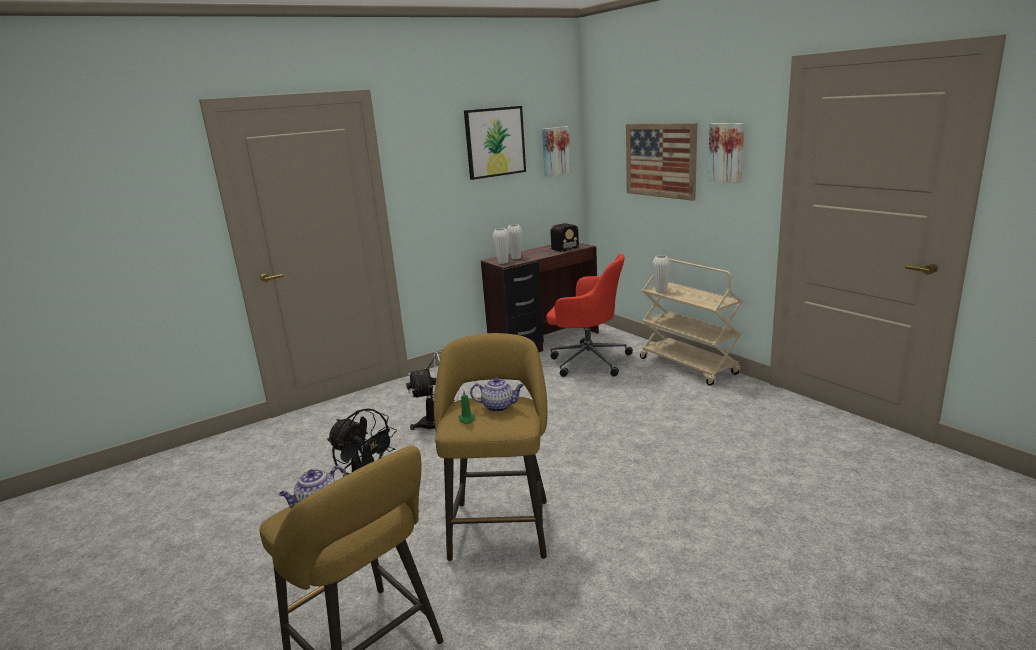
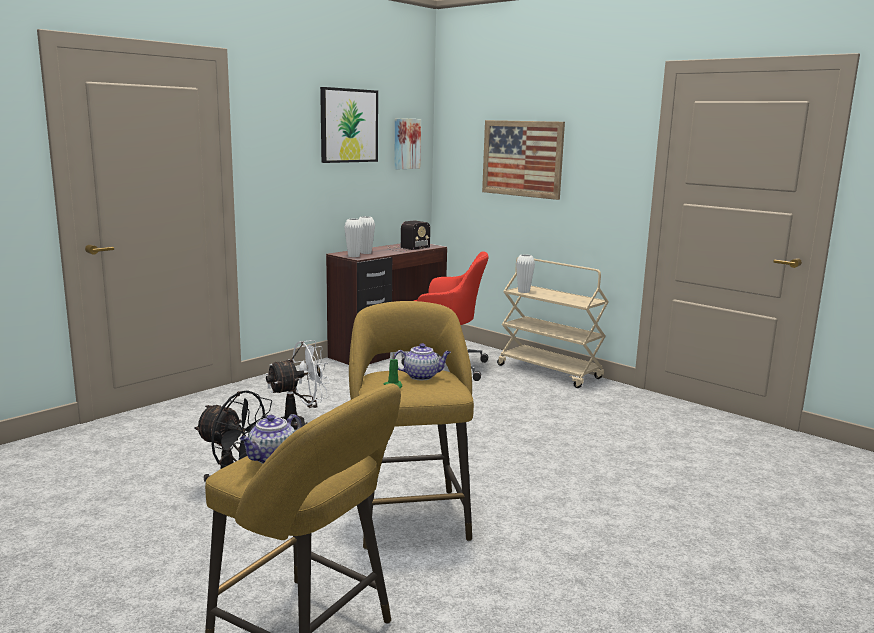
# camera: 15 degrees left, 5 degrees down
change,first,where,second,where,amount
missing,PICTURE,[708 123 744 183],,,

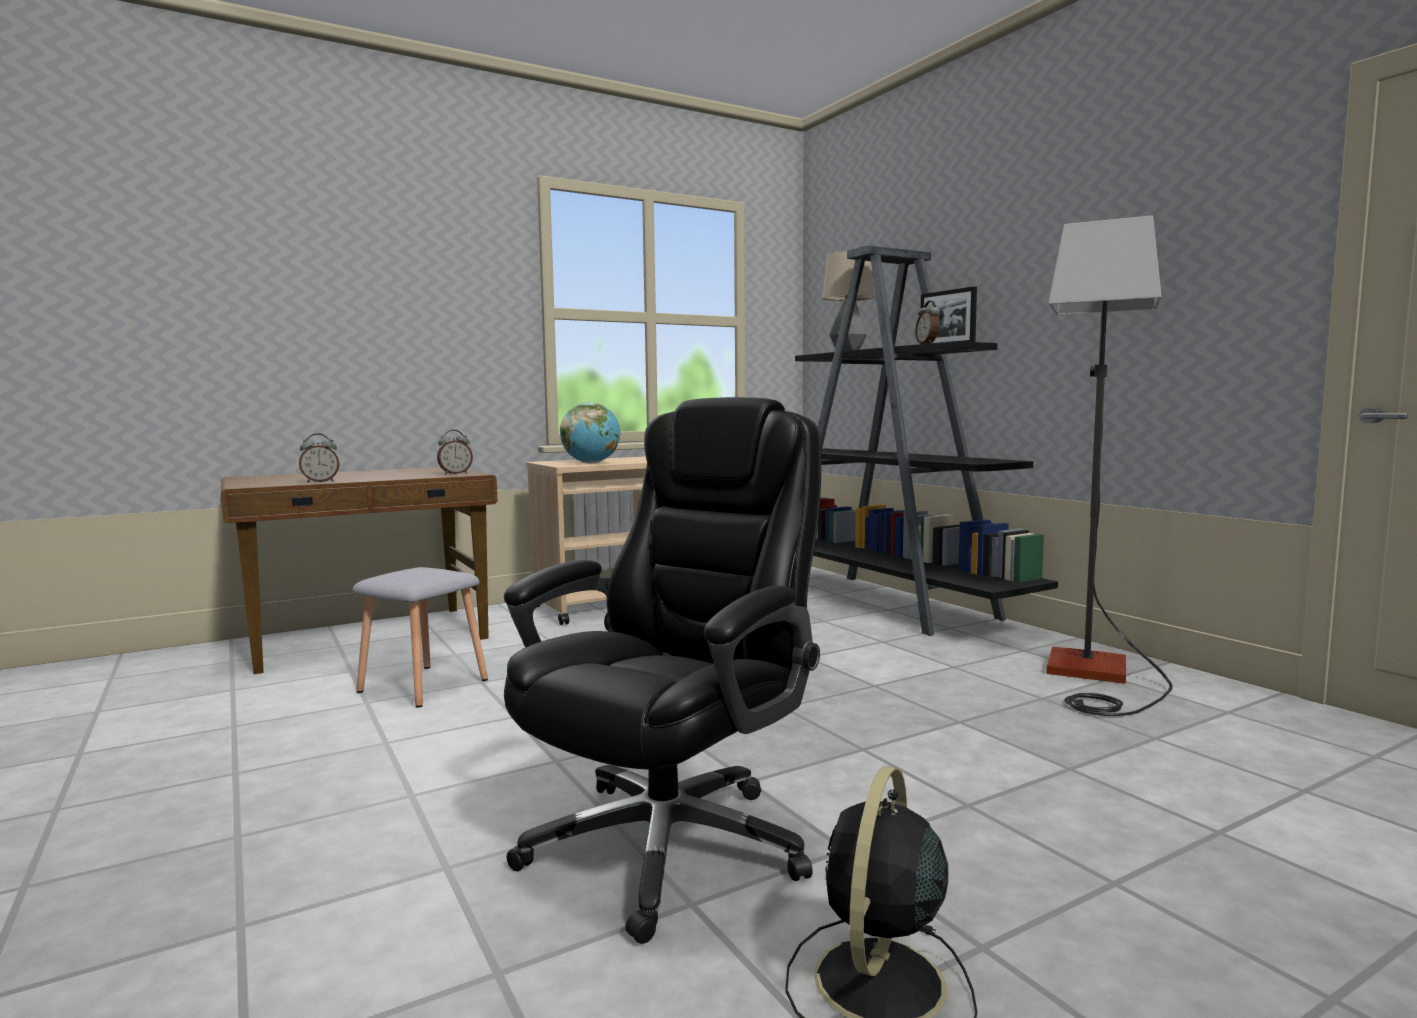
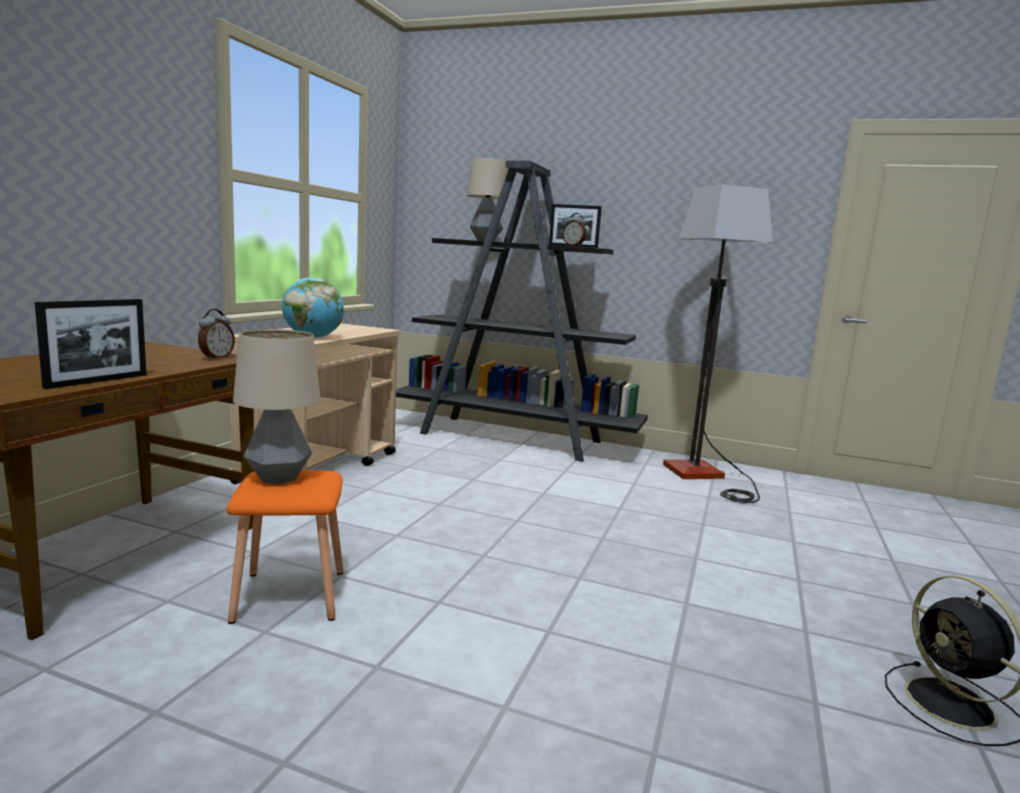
# camera: 40 degrees left, 5 degrees up
change,first,where,second,where,amount
missing,BLACK OFFICE CHAIR,[504 397 821 944],,,
exchanged,BEDSIDE CLOCK,[299 433 339 483],PHOTO FRAME,[35 299 146 389],
colour,GREYISH STOOL SEAT,[352 567 488 708],ORANGEY STOOL SEAT,[226 470 343 624],
appeared,,,TABLE LAMP,[233 329 321 485],

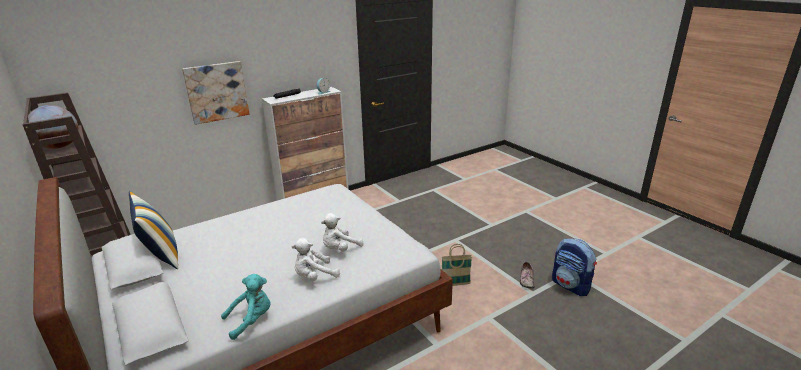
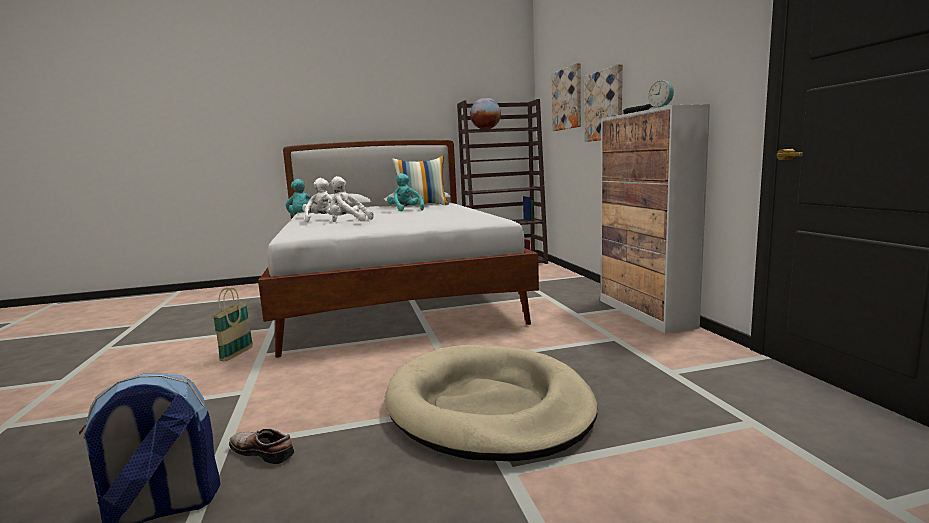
# camera: 110 degrees right, 15 degrees down
change,first,where,second,where,amount
spun,WHITE-COLOURED SOFT TOY,[321 213 364 251],,[330 176 374 221],60 degrees counterclockwise
relocated,STORAGE BASKET,[442 244 472 286],,[212 288 253 361],
appeared,,,PICTURE,[552 63 581 131],
appeared,,,TURQUOISE-COLOURED SOFT TOY,[387 173 424 211],
appeared,,,BEIGE-COLOURED DOG CUSHION,[385 345 598 461],

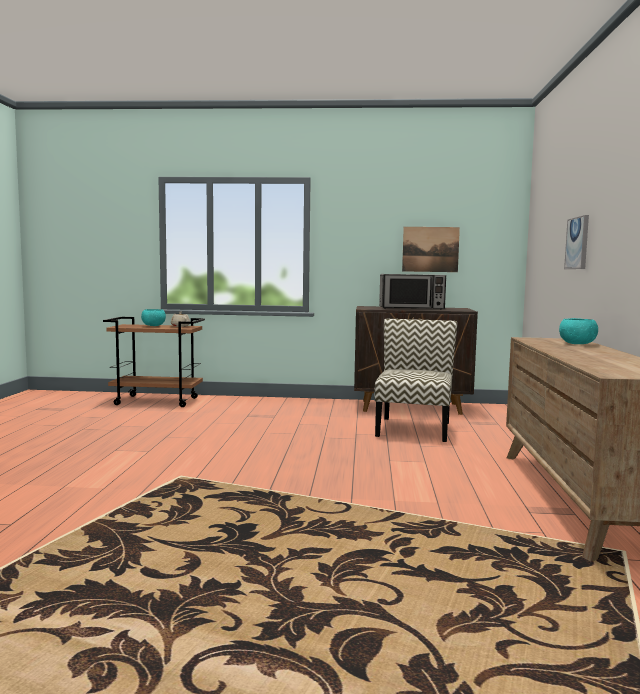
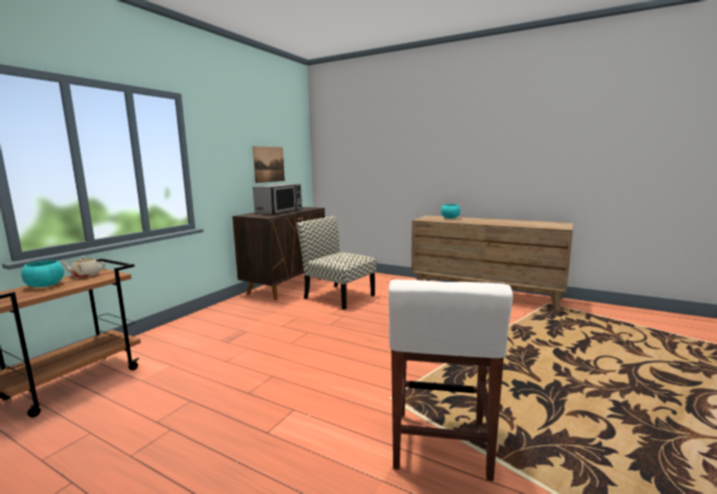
# camera: 65 degrees left, 5 degrees up
change,first,where,second,where,amount
missing,PICTURE,[564 215 589 269],,,
appeared,,,WHITE-COLOURED STOOL SEAT,[388 280 513 481],

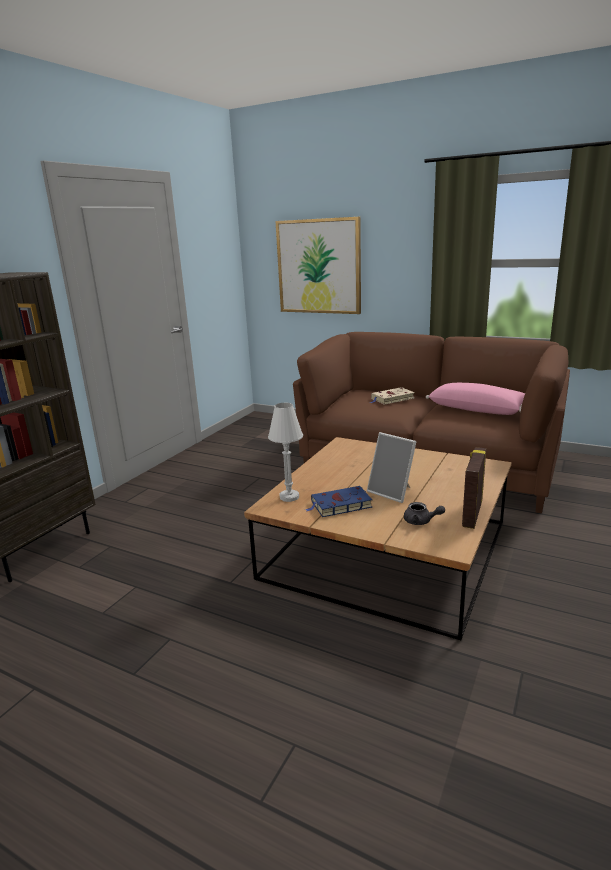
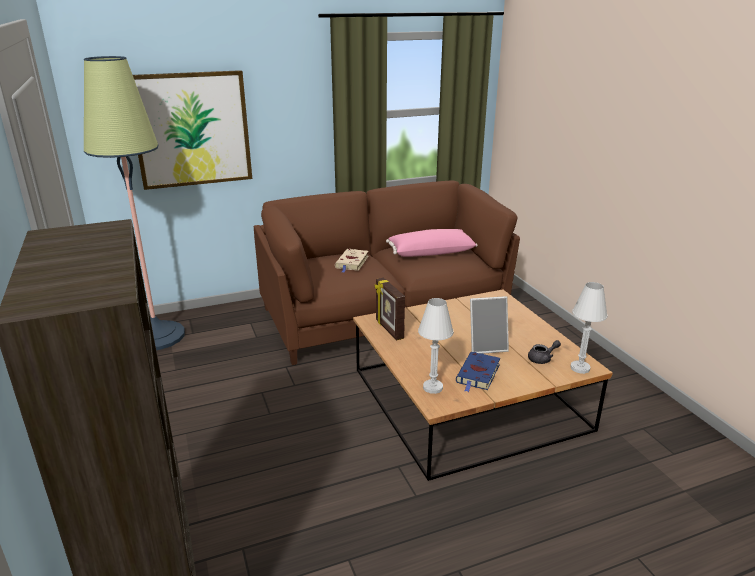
# camera: 50 degrees left, 5 degrees up
change,first,where,second,where,amount
relocated,PHOTO FRAME,[462 447 486 529],,[375 278 405 340],
appeared,,,STANDING LAMP,[84 56 185 350],
appeared,,,WHITE-COLOURED TABLE LAMP,[570 282 607 374],

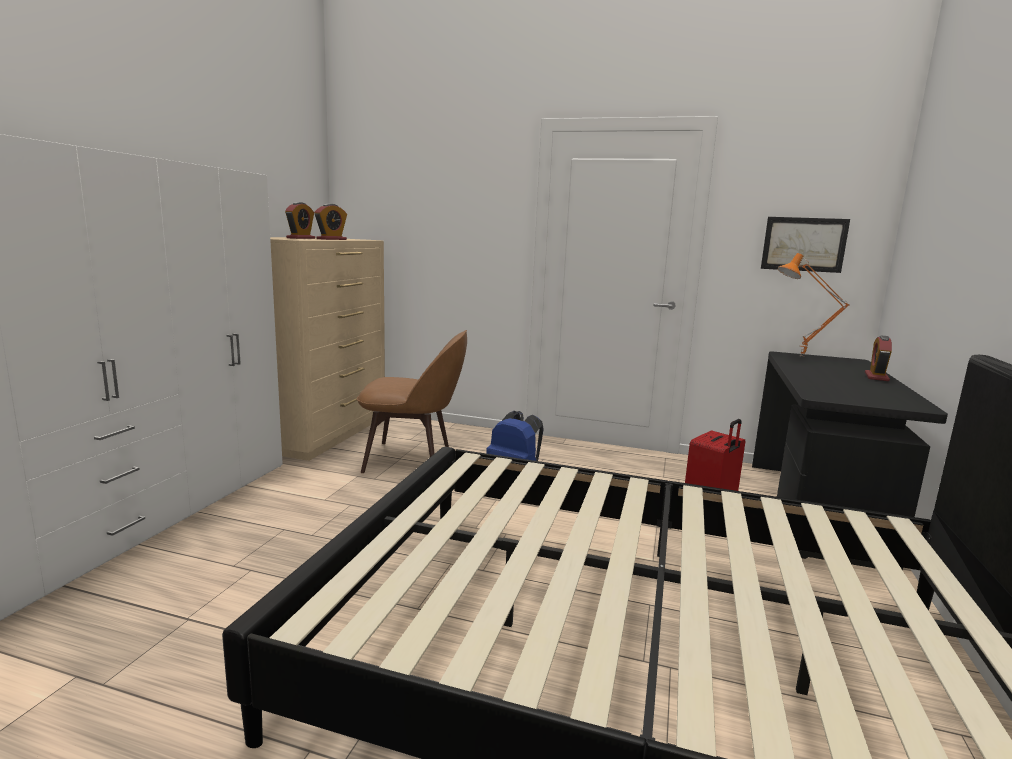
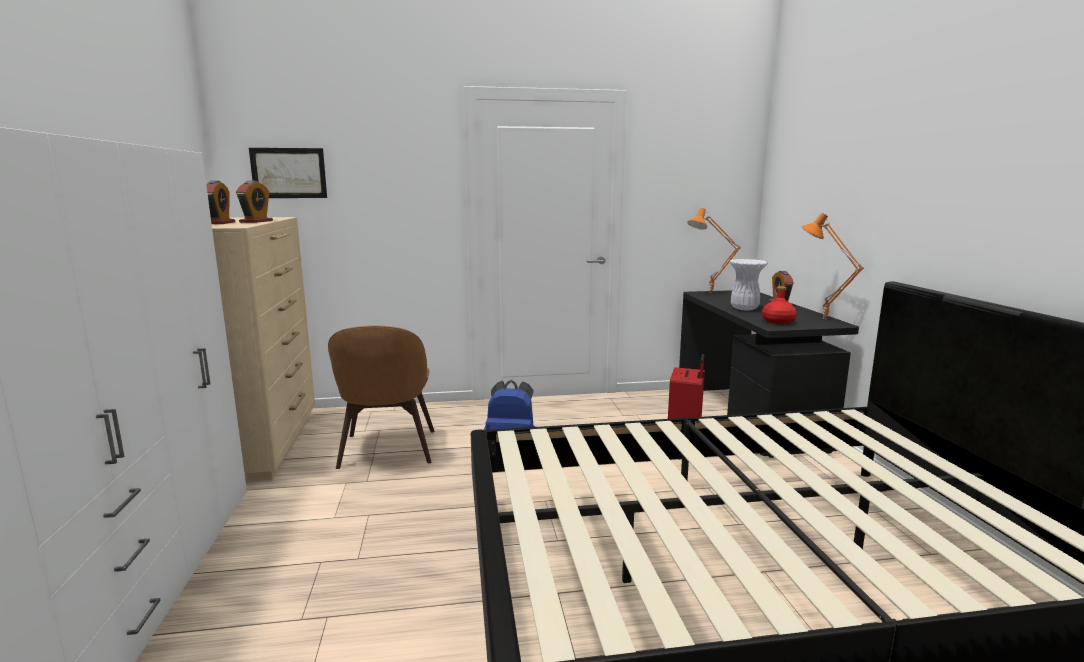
# camera: 25 degrees left, 0 degrees up
change,first,where,second,where,amount
relocated,PICTURE,[761 217 850 273],,[249 148 327 198],
spun,BROWNISH CHAIR,[357 330 467 473],,[328 325 435 469],105 degrees clockwise
appeared,,,ORANGEY TABLE LAMP,[801 213 864 319],
appeared,,,WHITE-COLOURED VASE,[729 259 768 310],
appeared,,,RED BOTTLE,[762 286 797 324],

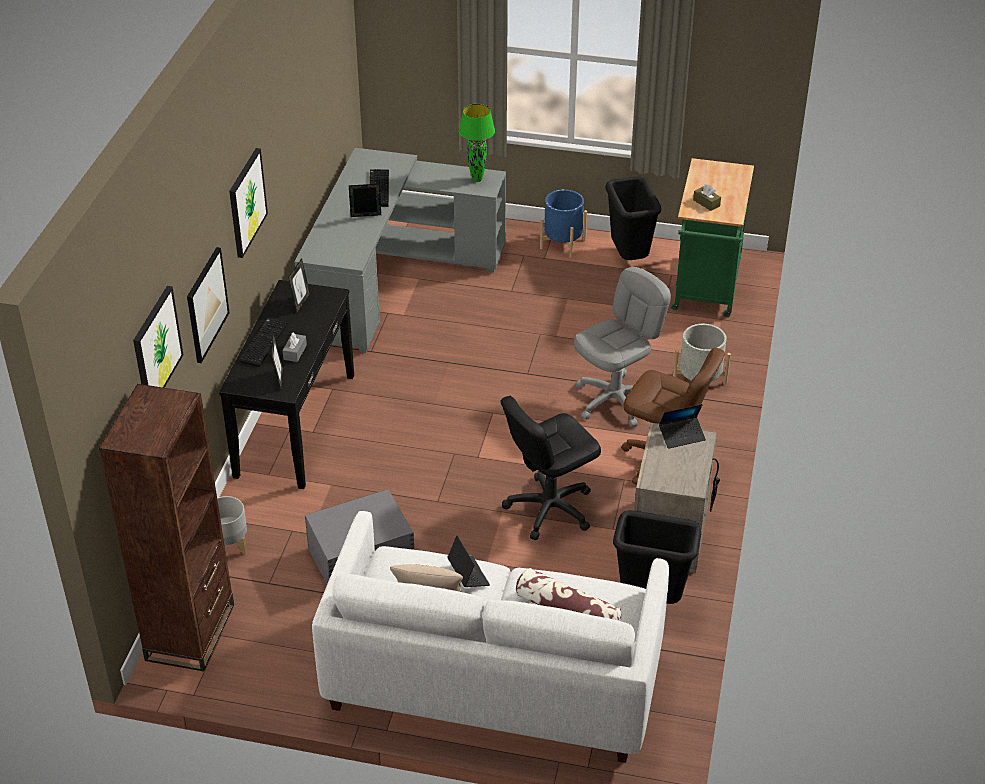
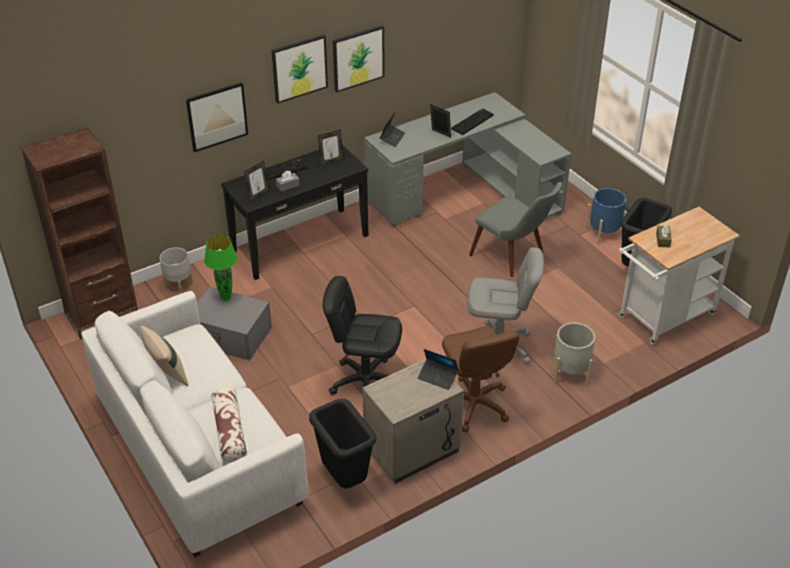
# camera: 45 degrees right, 0 degrees up
change,first,where,second,where,amount
relocated,GREEN TABLE LAMP,[459 104 495 182],,[204 235 237 301],
colour,GREEN CART,[671 158 754 317],WHITE-COLOURED CART,[618 207 740 344],
relocated,PICTURE,[133 286 183 388],,[333 26 385 93],
relocated,NOTEBOOK COMPUTER,[447 535 490 587],,[380 111 405 147],
appeared,,,GREYISH CHAIR,[469 182 562 277],

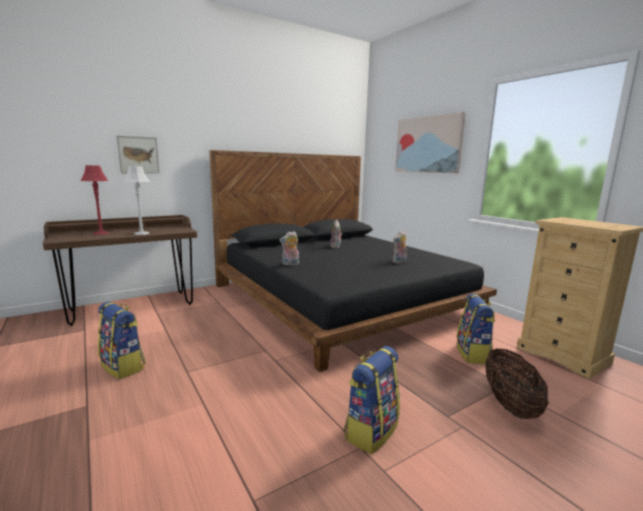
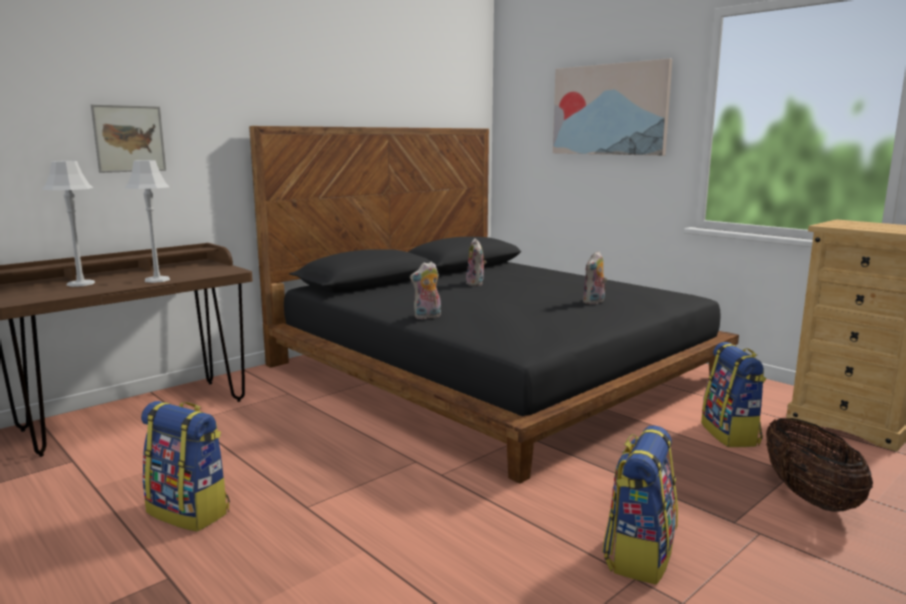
# camera: 10 degrees left, 0 degrees up
change,first,where,second,where,amount
colour,RED TABLE LAMP,[80 165 109 235],GREYISH TABLE LAMP,[42 161 95 287],

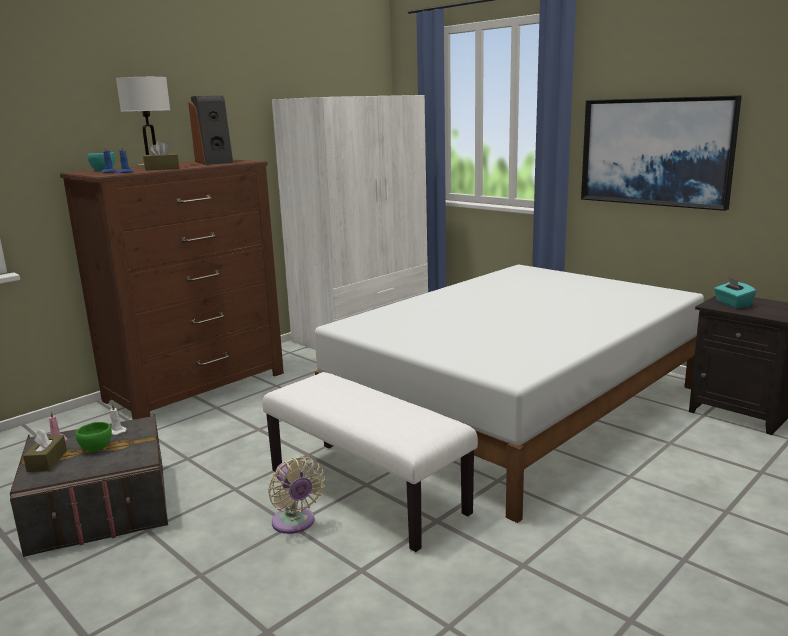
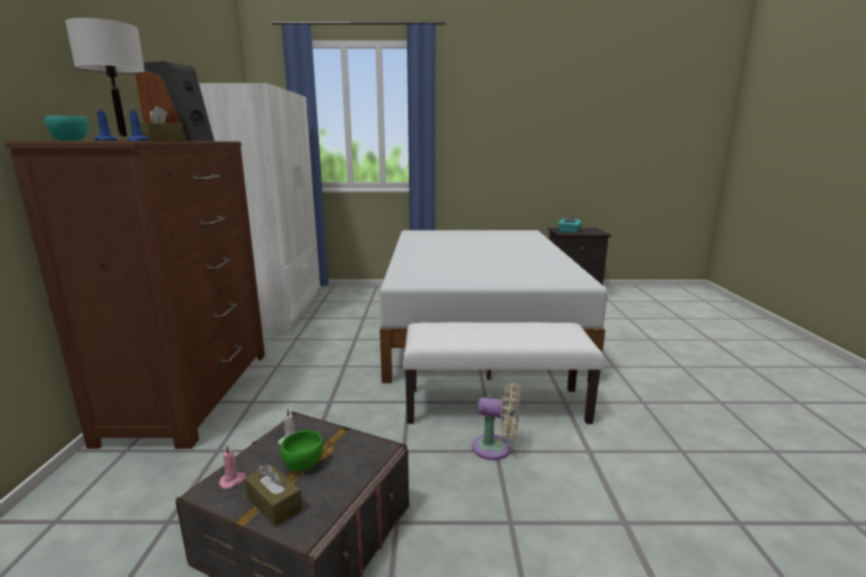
# camera: 45 degrees left, 0 degrees up
change,first,where,second,where,amount
missing,PICTURE,[581 95 742 211],,,

